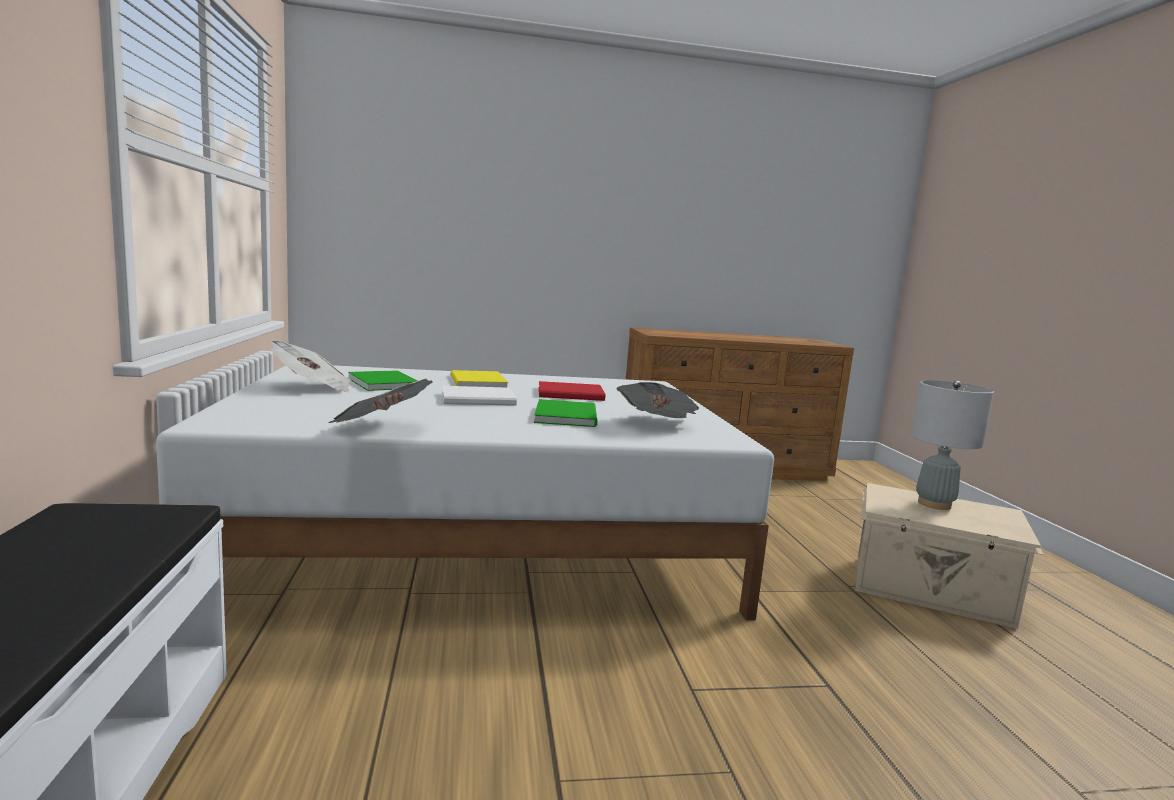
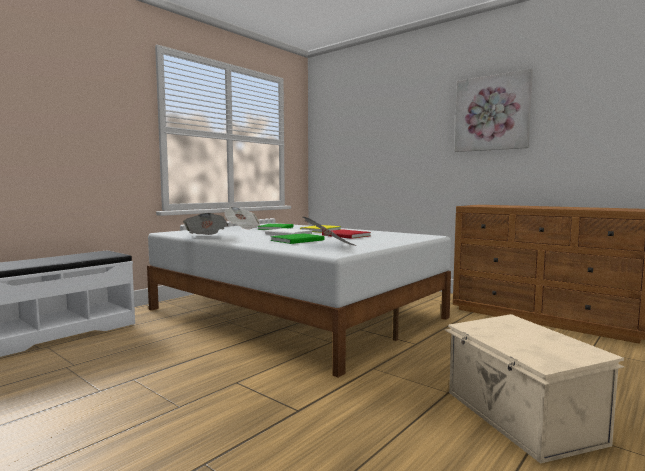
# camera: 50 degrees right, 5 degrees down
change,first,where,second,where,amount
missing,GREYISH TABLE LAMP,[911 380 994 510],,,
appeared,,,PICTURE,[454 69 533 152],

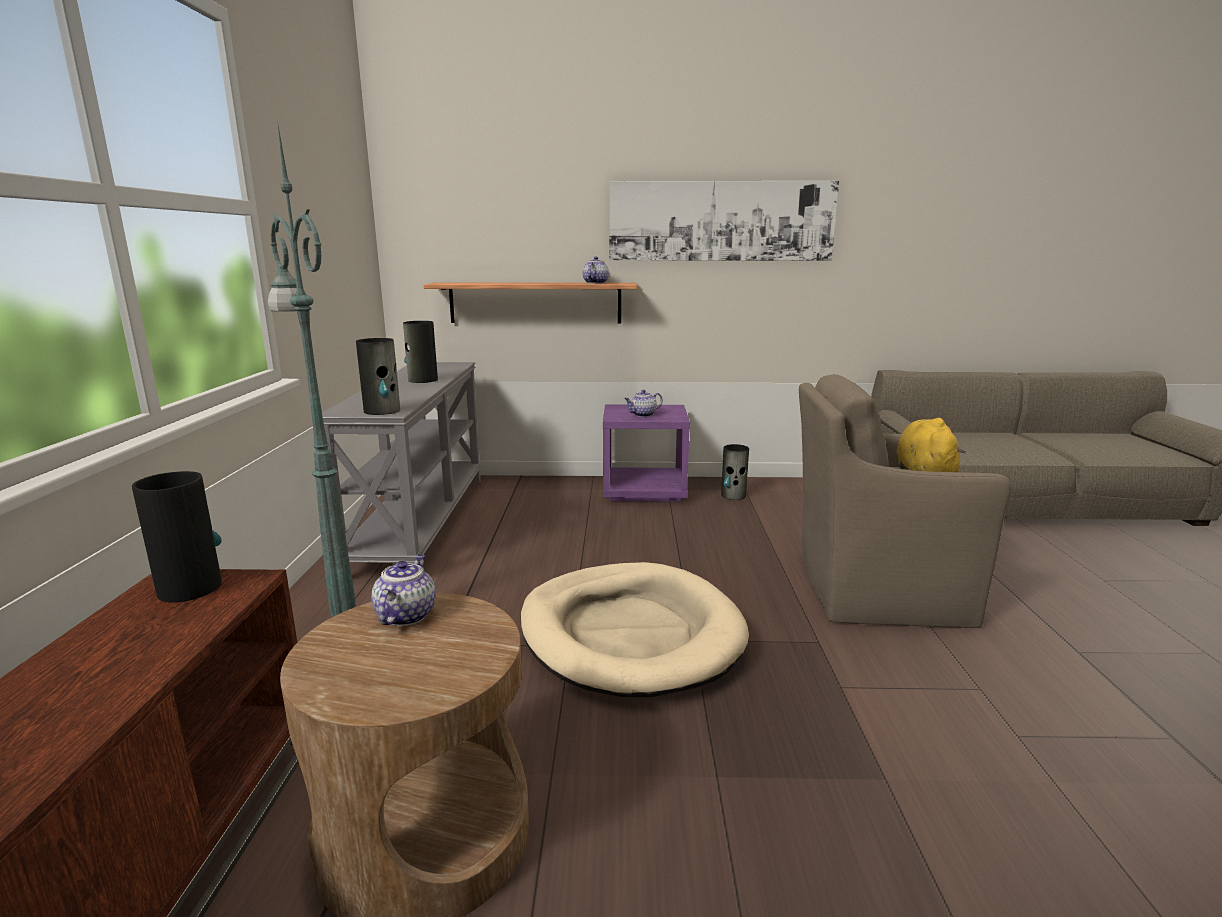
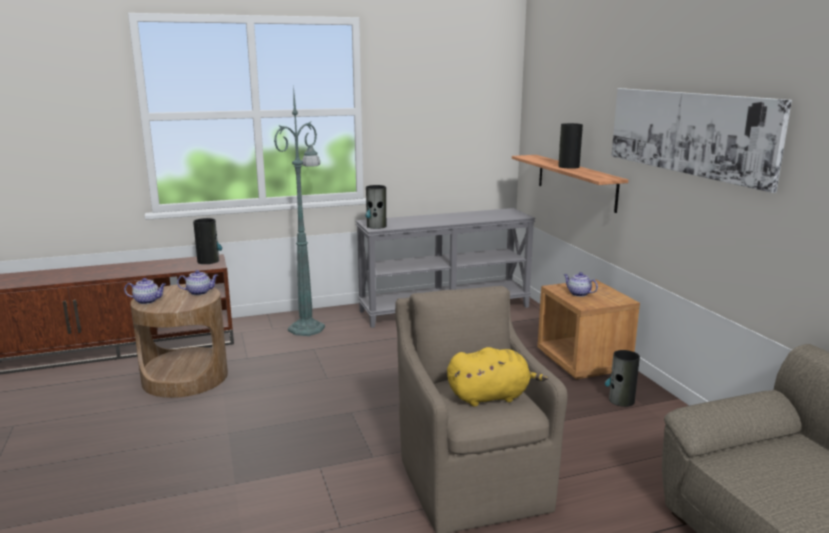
# camera: 70 degrees right, 0 degrees up
change,first,where,second,where,amount
relocated,TEAPOT,[583 256 609 284],,[124 278 166 304],
relocated,VASE,[403 321 438 383],,[558 123 583 169],
colour,PURPLE NIGHTSTAND,[603 404 690 502],BROWNISH NIGHTSTAND,[537 279 640 379],
missing,BEIGE-COLOURED DOG CUSHION,[520 562 749 697],,,

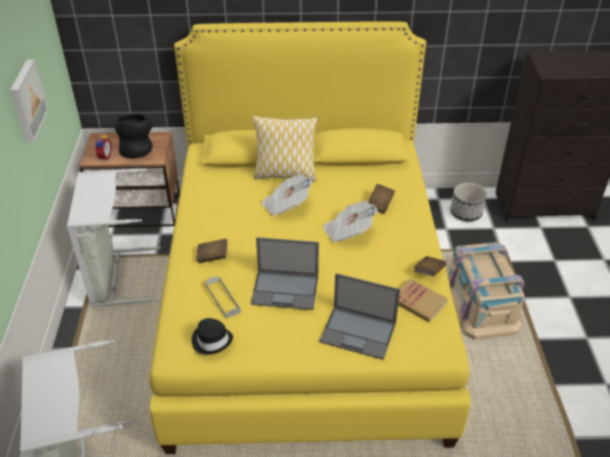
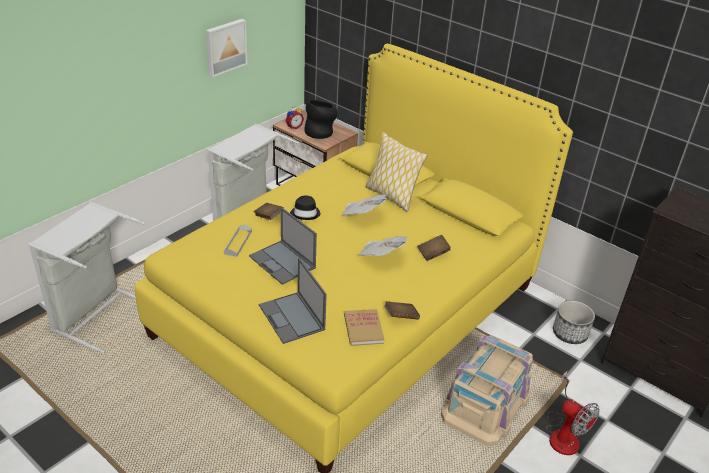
# camera: 40 degrees right, 5 degrees down
change,first,where,second,where,amount
relocated,BLACK CLOTHING HAT,[192 318 233 355],,[290 195 321 220],
appeared,,,FAN,[546 371 600 455],

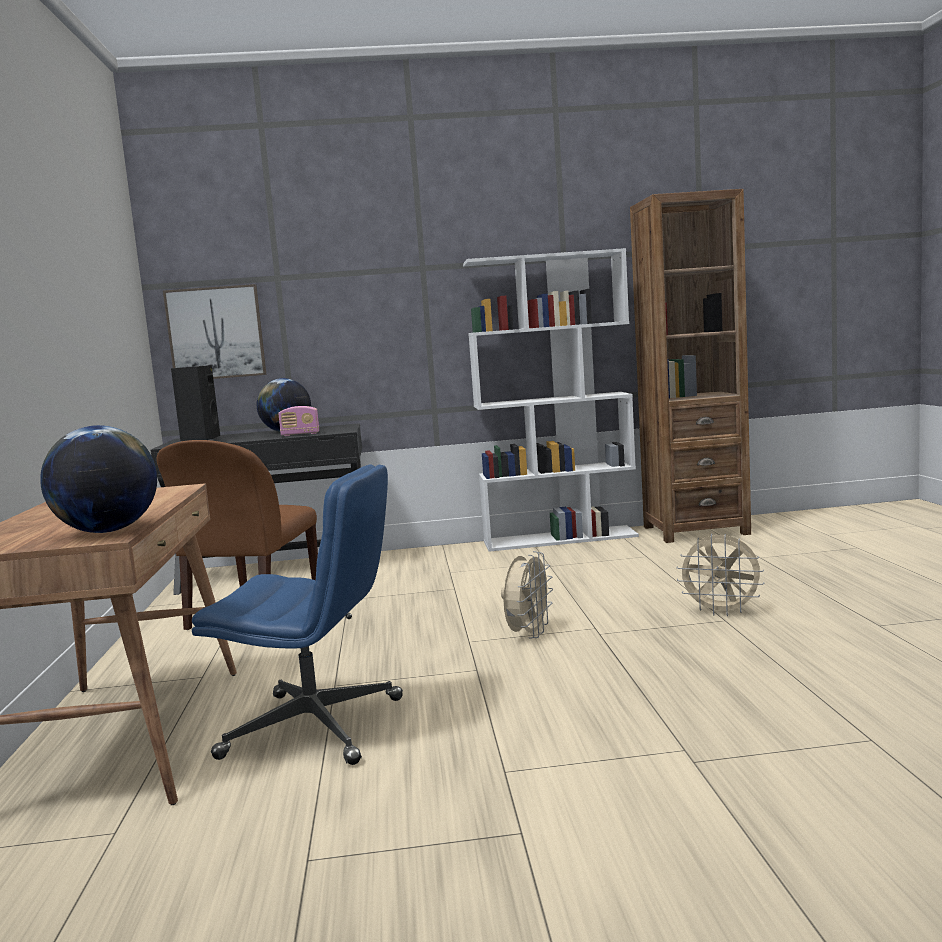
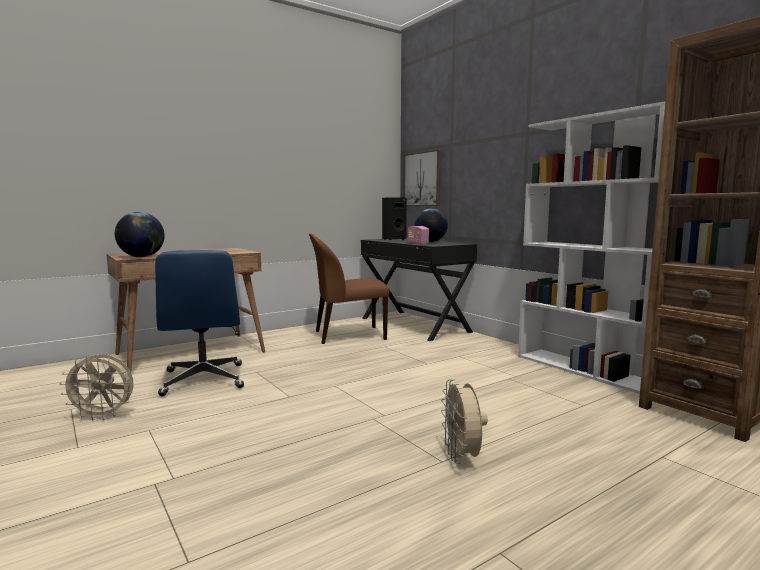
# camera: 60 degrees right, 0 degrees up
change,first,where,second,where,amount
relocated,BEIGE-COLOURED FAN,[501 551 553 639],,[59 354 134 421],

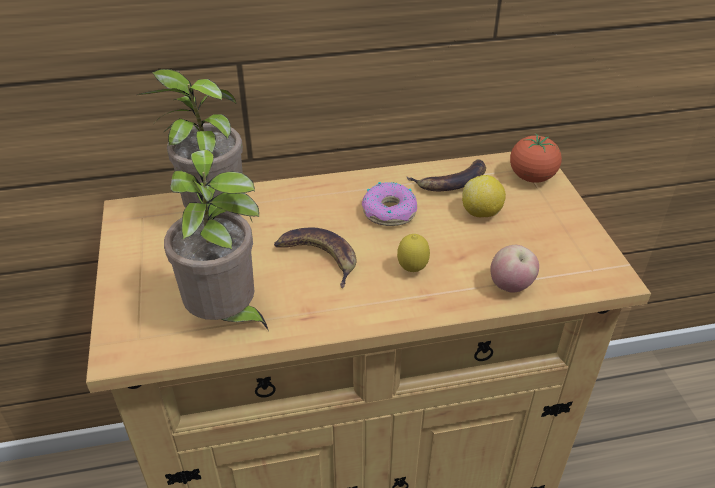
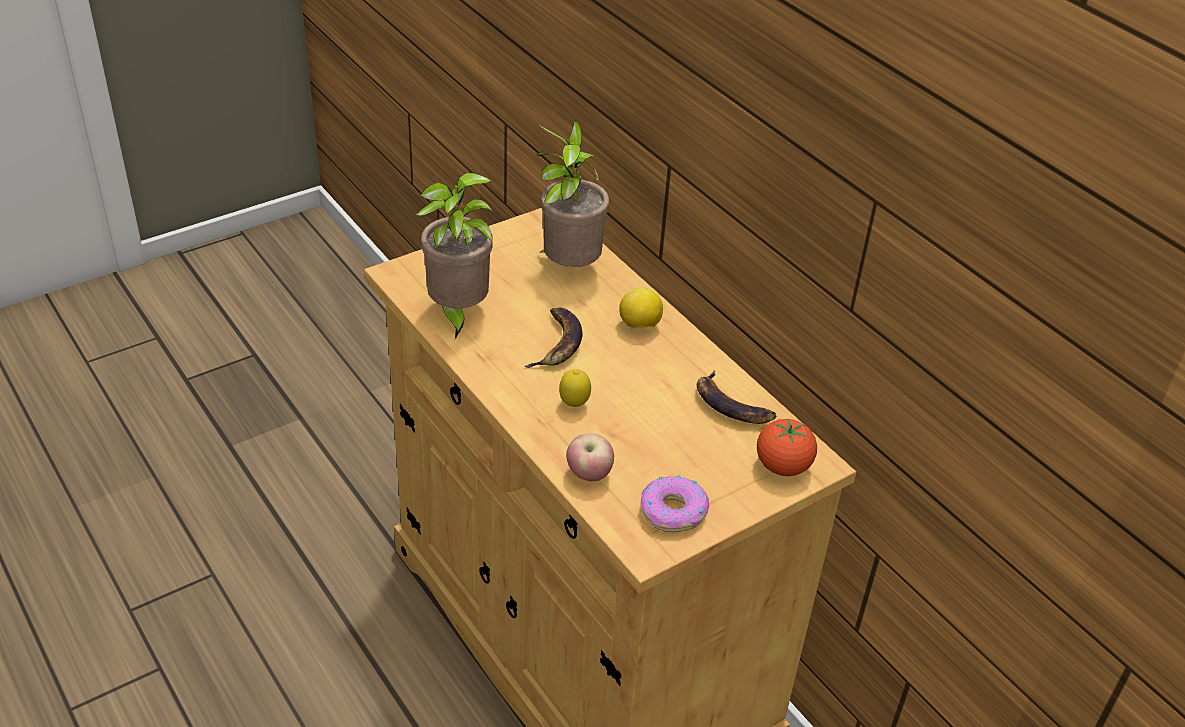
# camera: 65 degrees right, 0 degrees up
change,first,where,second,where,amount
relocated,WHOLE LEMON,[462 175 506 217],,[619 288 663 329],
relocated,DOUGHNUT,[362 182 417 226],,[640 475 709 532],

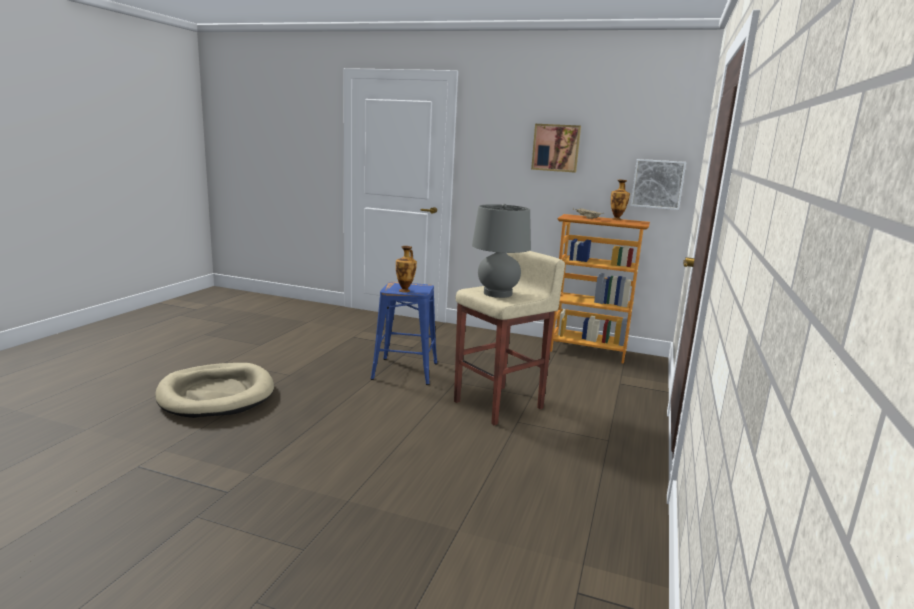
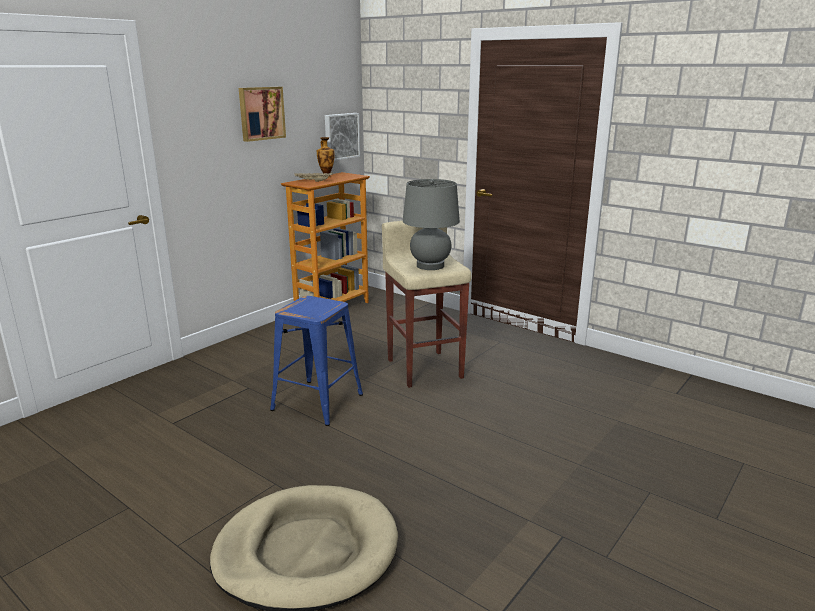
# camera: 70 degrees left, 5 degrees up
change,first,where,second,where,amount
missing,VASE,[396 246 417 292],,,

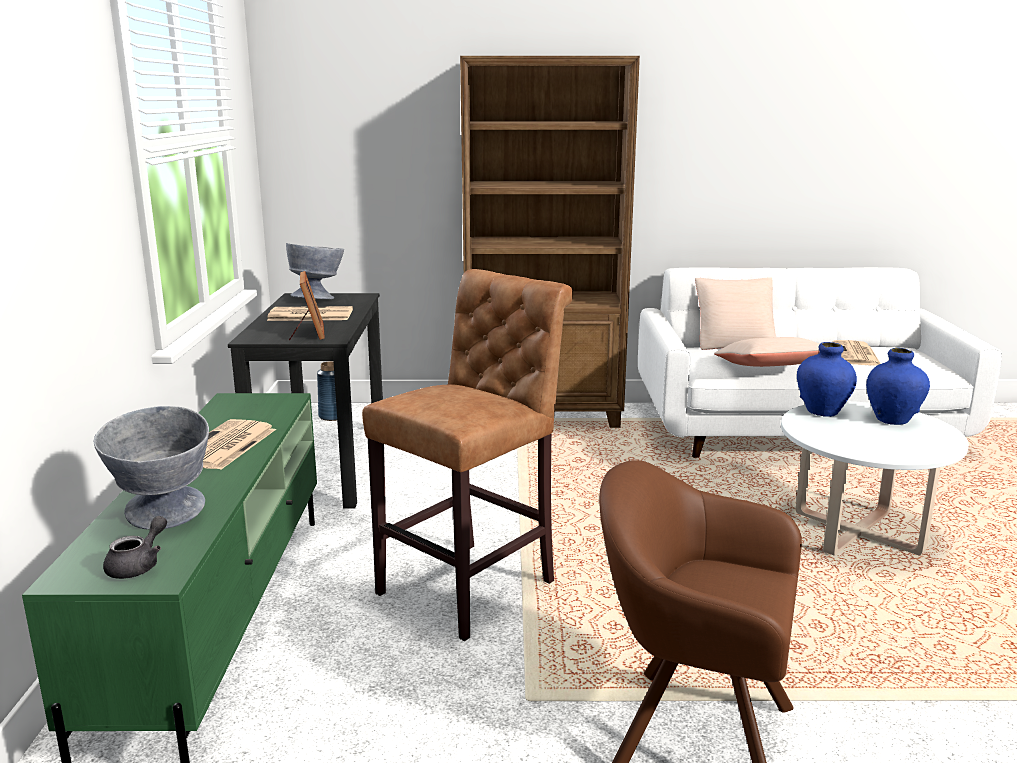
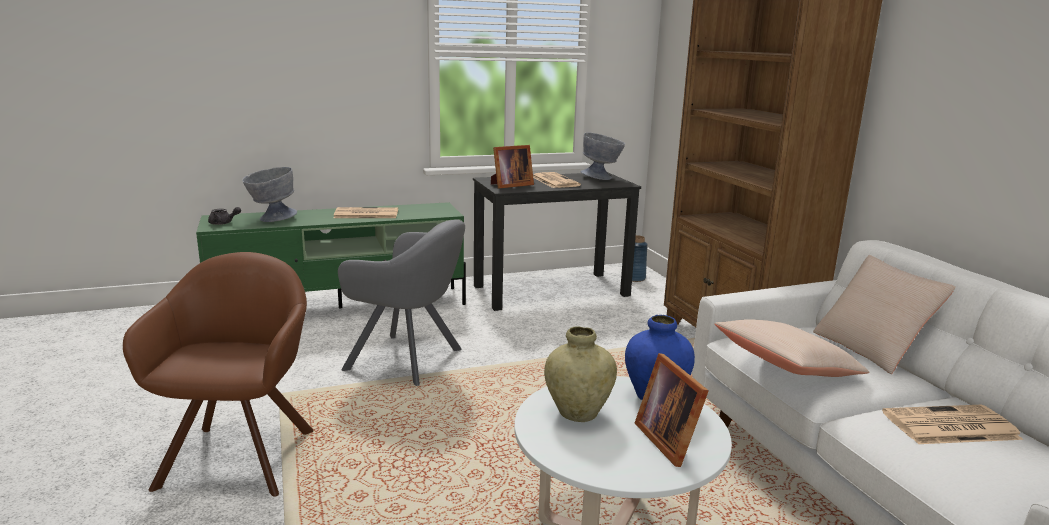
# camera: 70 degrees right, 0 degrees up
change,first,where,second,where,amount
exchanged,BROWNISH STOOL SEAT,[362 269 573 641],GREYISH EASY CHAIR,[338 220 465 386],
exchanged,BLUISH VASE,[866 348 930 425],PHOTO FRAME,[635 353 709 467],
appeared,,,BEIGE-COLOURED VASE,[544 326 617 422],

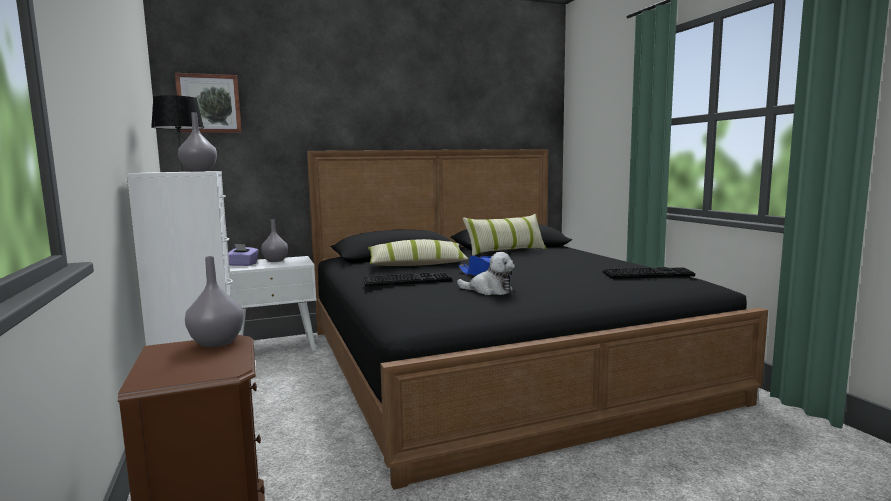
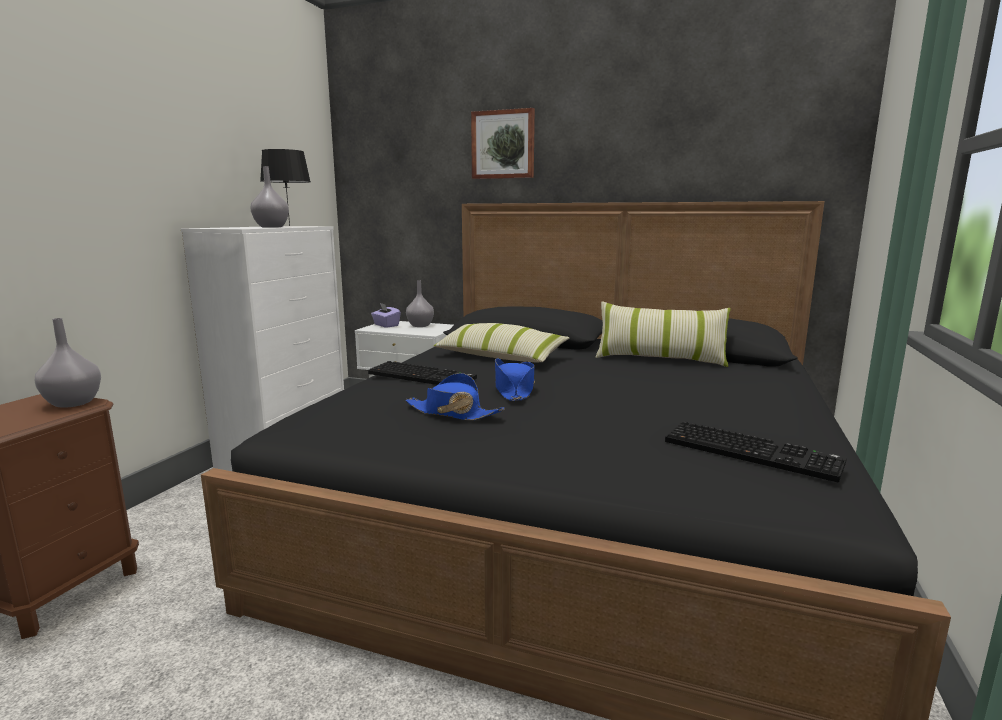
# camera: 40 degrees right, 5 degrees up
change,first,where,second,where,amount
relocated,PICTURE,[175 73 242 133],,[471 108 535 179],
exchanged,SOFT TOY,[457 252 515 295],BLUISH CLOTHING HAT,[406 373 505 420],

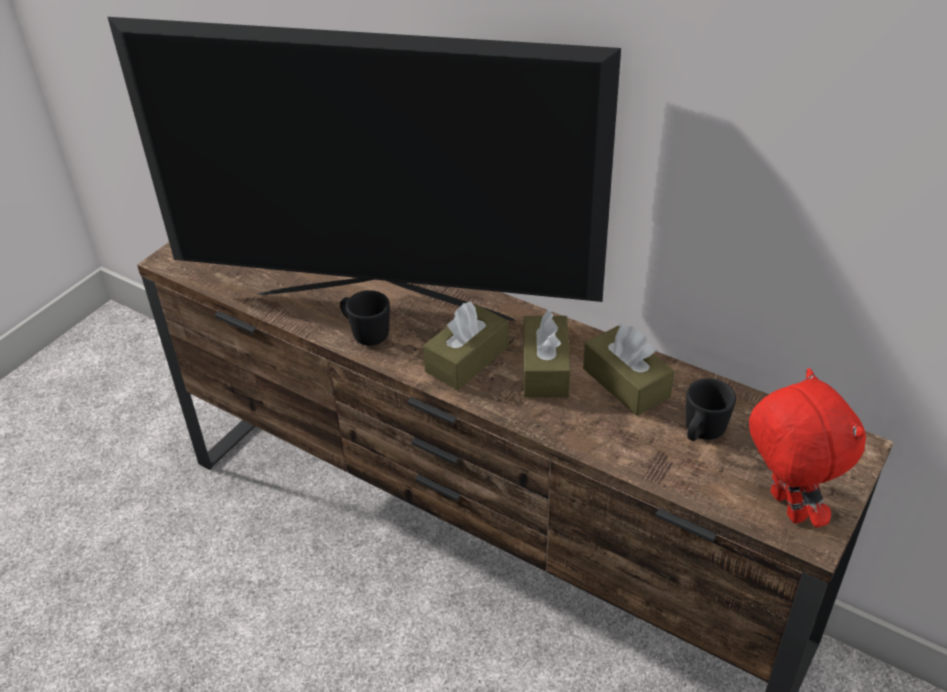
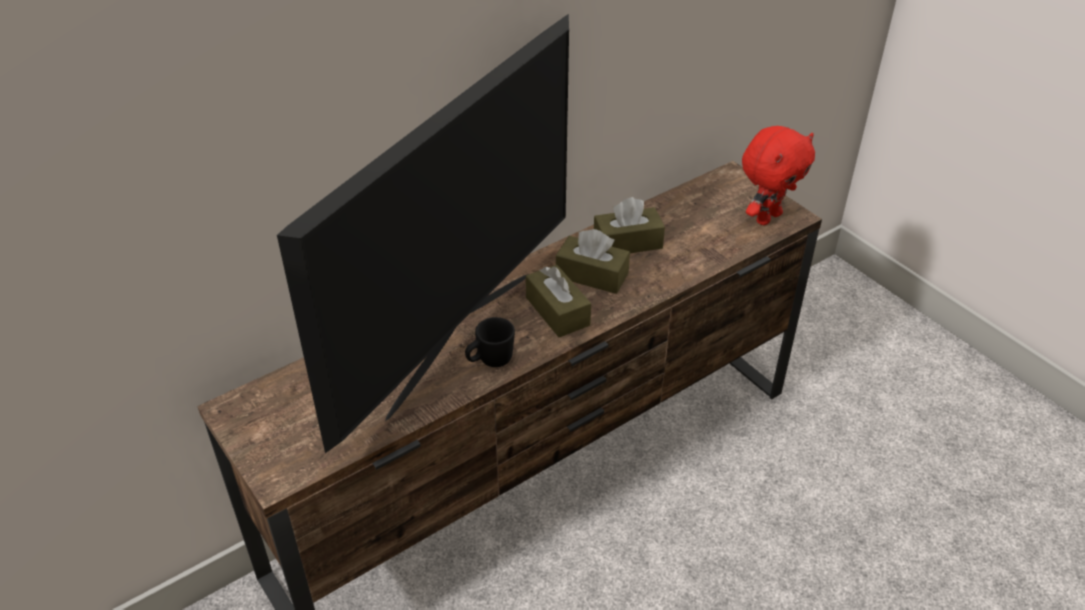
# camera: 70 degrees left, 0 degrees up
change,first,where,second,where,amount
spun,RED SOFT TOY,[749 368 866 527],,[742 126 815 225],135 degrees clockwise
missing,BLACK MUG,[686 378 736 441],,,

